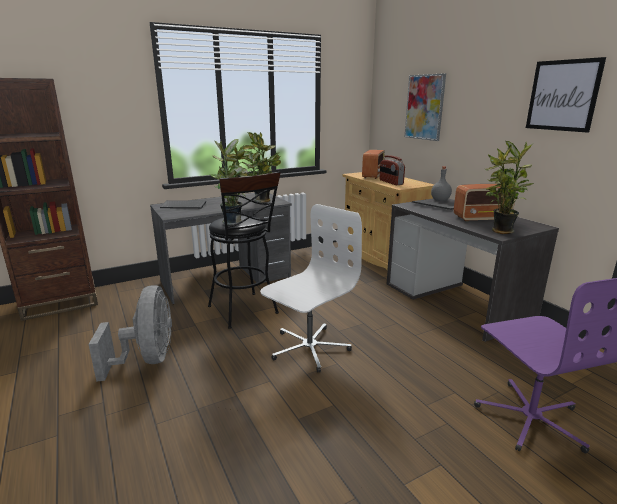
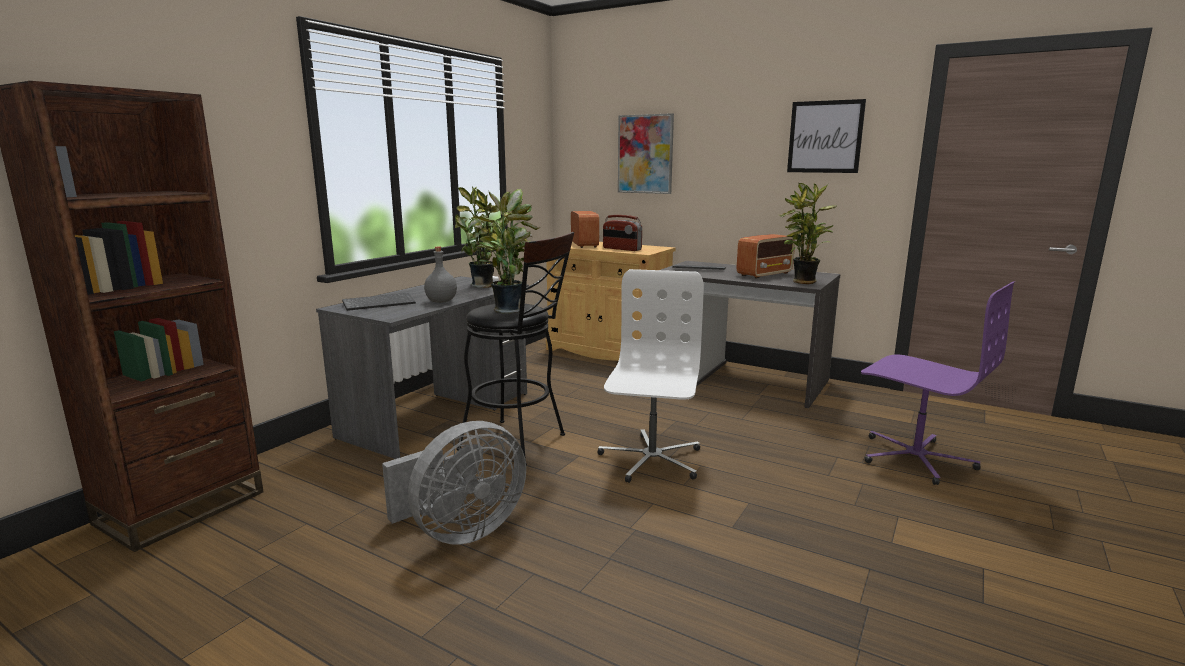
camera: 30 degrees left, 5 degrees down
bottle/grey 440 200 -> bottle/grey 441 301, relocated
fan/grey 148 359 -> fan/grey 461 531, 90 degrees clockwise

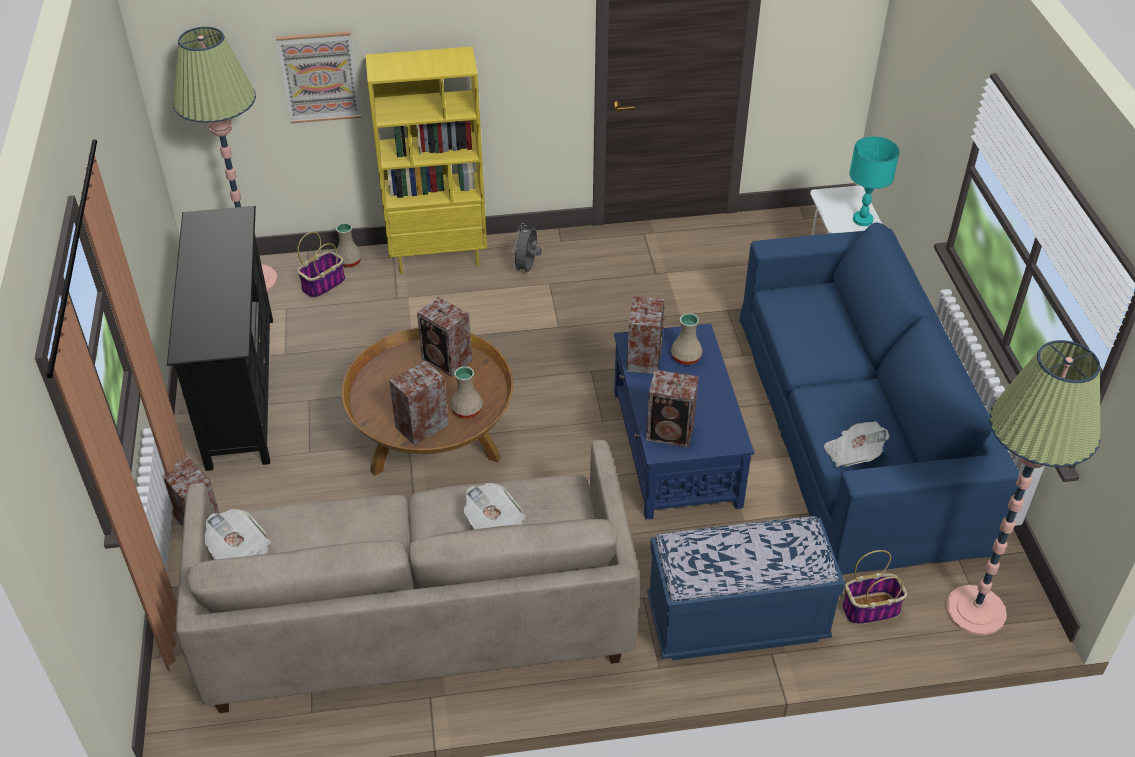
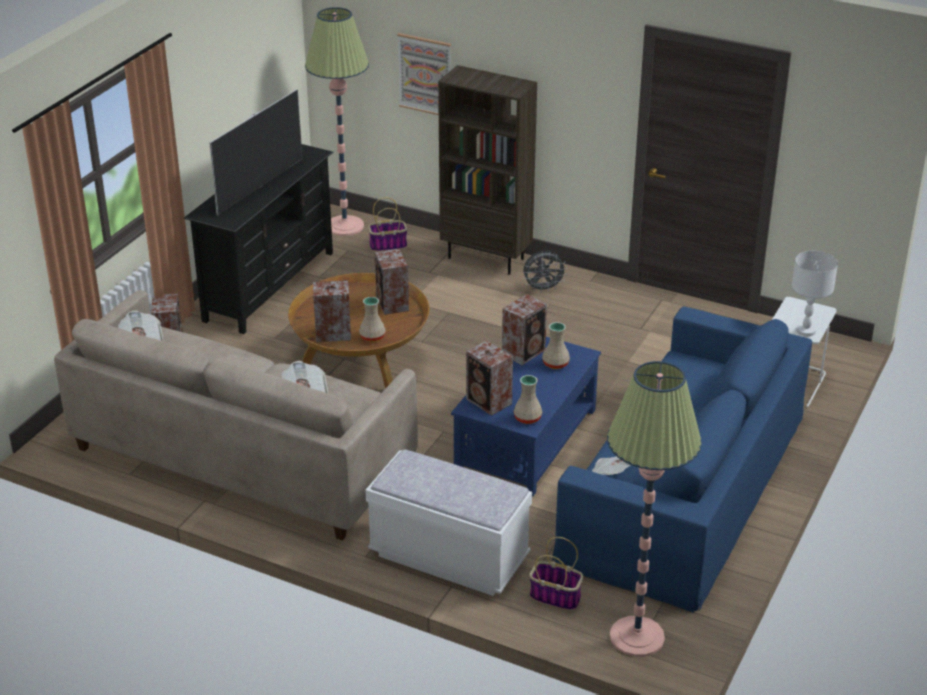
camera: 35 degrees right, 10 degrees down
bookcase/yellow 439 257 -> bookcase/brown 487 258
table lamp/turquoise 863 220 -> table lamp/white 806 331
vase/beige 349 261 -> vase/beige 528 417, relocated
fan/grey 526 269 -> fan/grey 543 289, 150 degrees counterclockwise
bench/blue 737 621 -> bench/white 449 557
none -> television 260 186

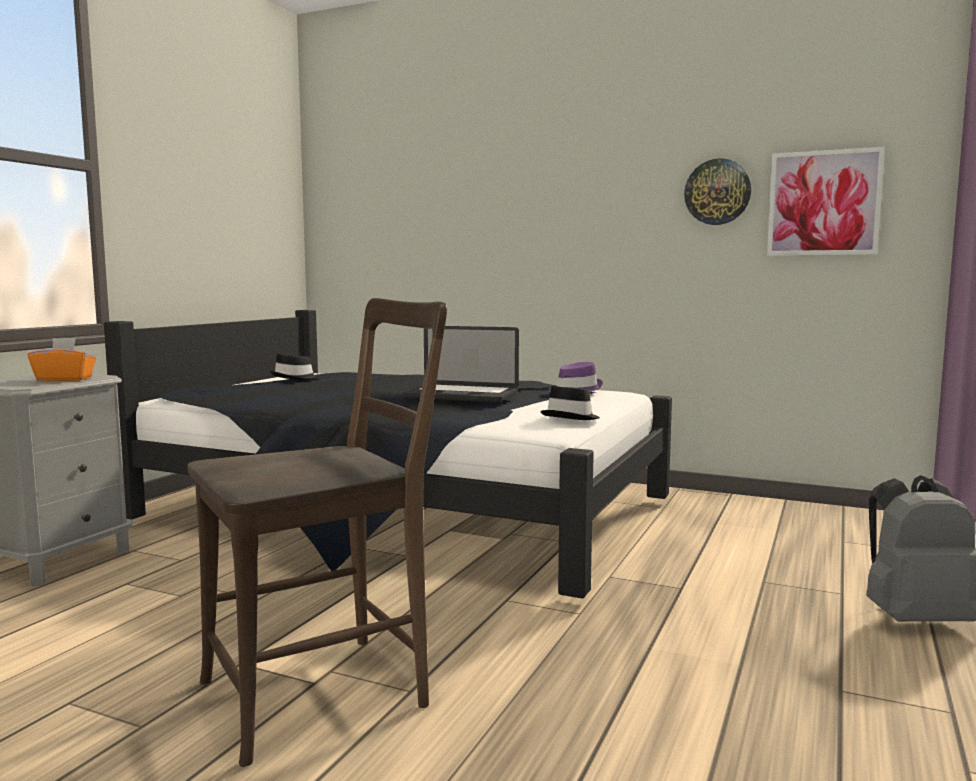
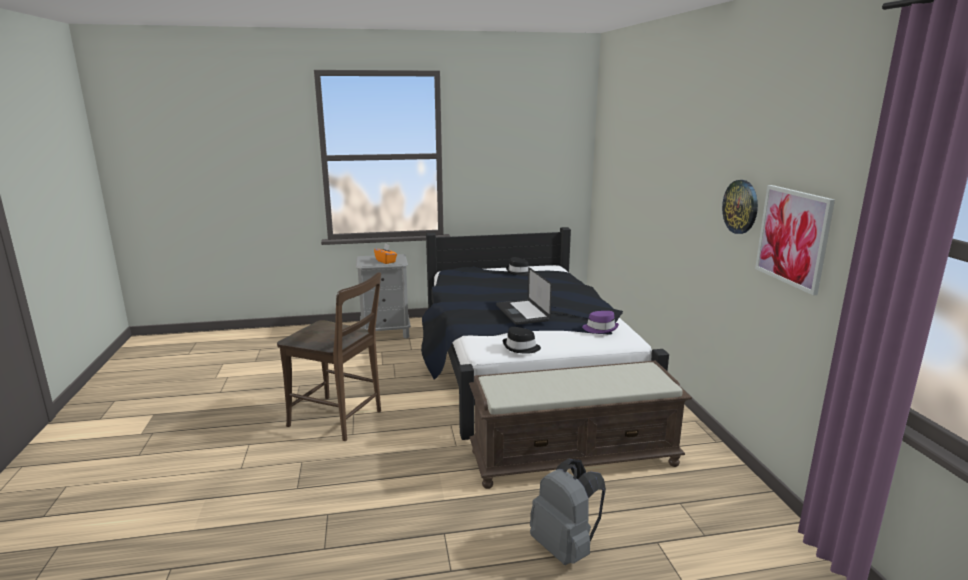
camera: 55 degrees right, 10 degrees up
none -> bench/brown 574 457

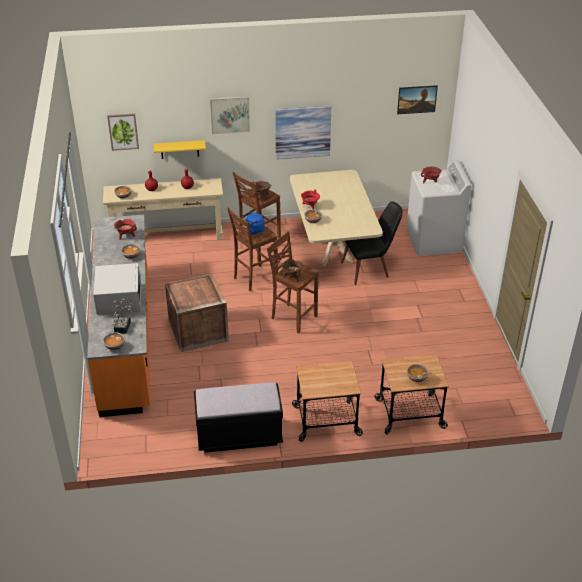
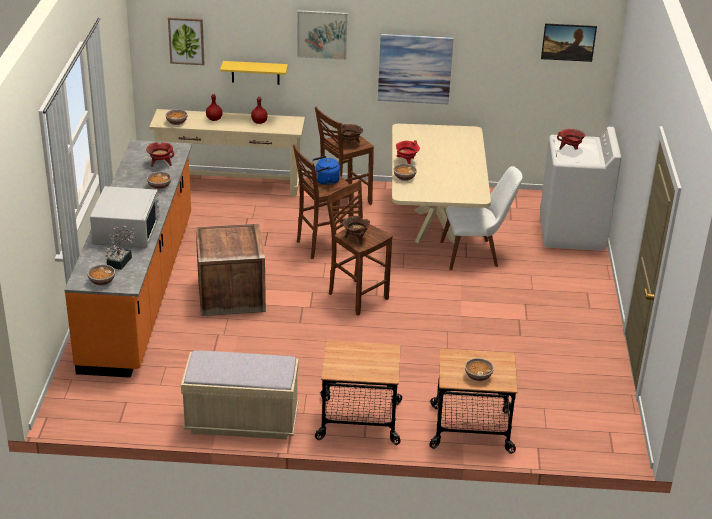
camera: 10 degrees right, 5 degrees down
chair/black 370 268 -> chair/white 477 253
bench/black 239 436 -> bench/beige 242 421

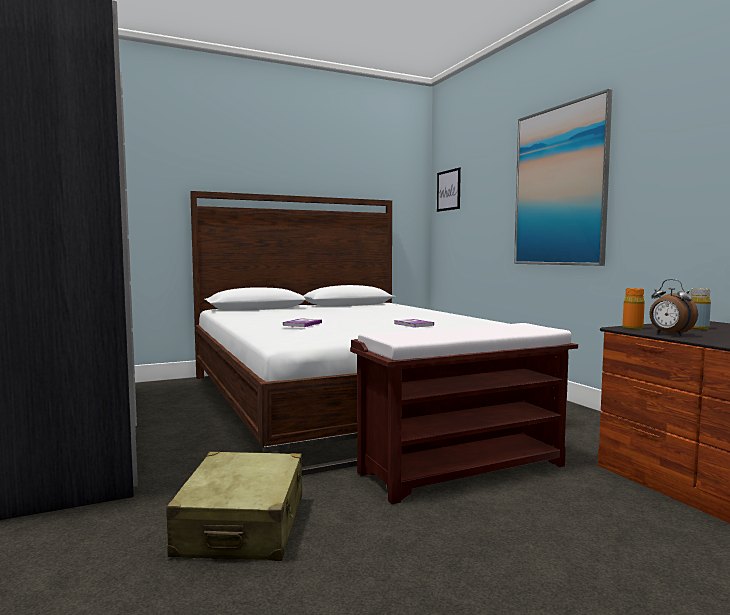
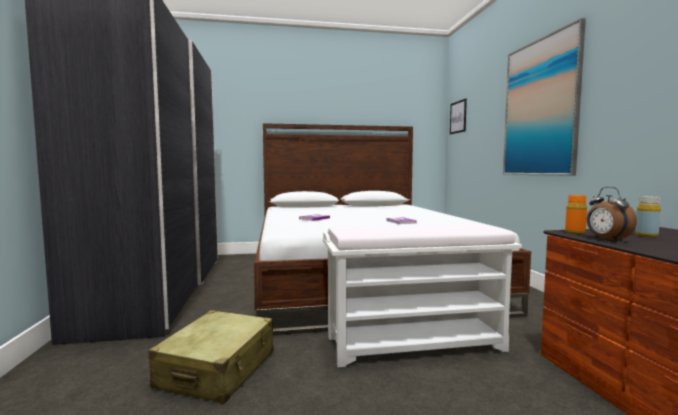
camera: 15 degrees right, 0 degrees up
bench/brown 464 468 -> bench/white 416 343

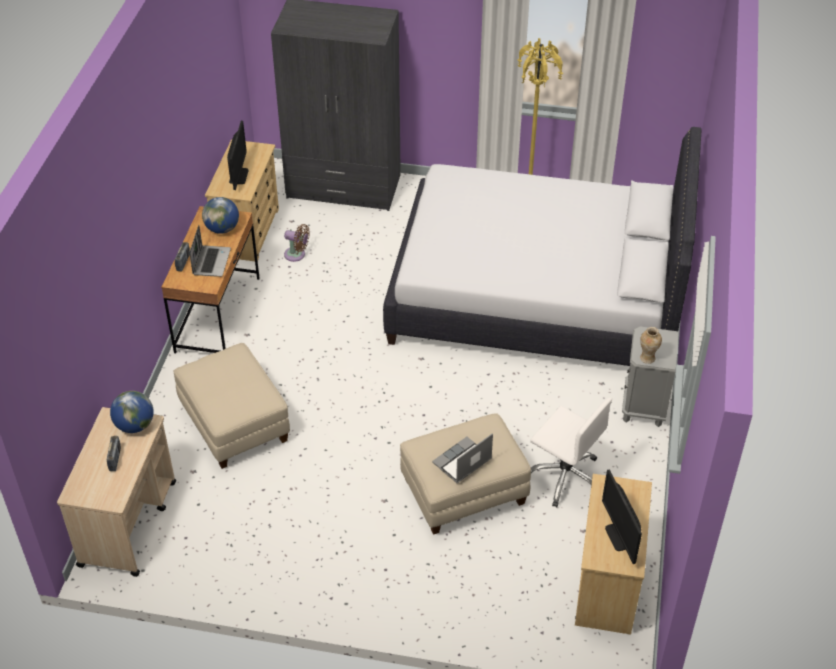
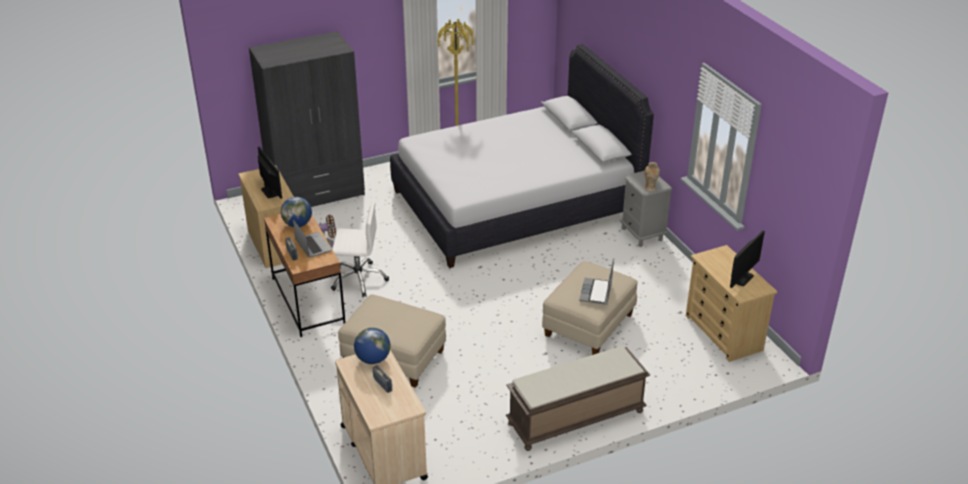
camera: 35 degrees left, 10 degrees down
office chair/white 565 476 -> office chair/white 359 279, relocated
monitor 620 536 -> monitor 742 278, 90 degrees counterclockwise
none -> bench/brown 575 418

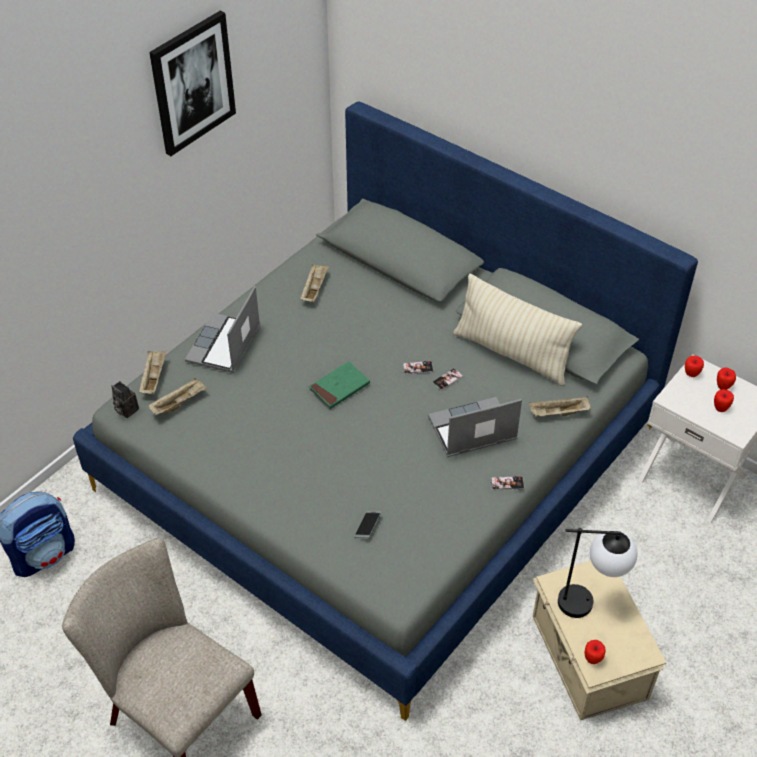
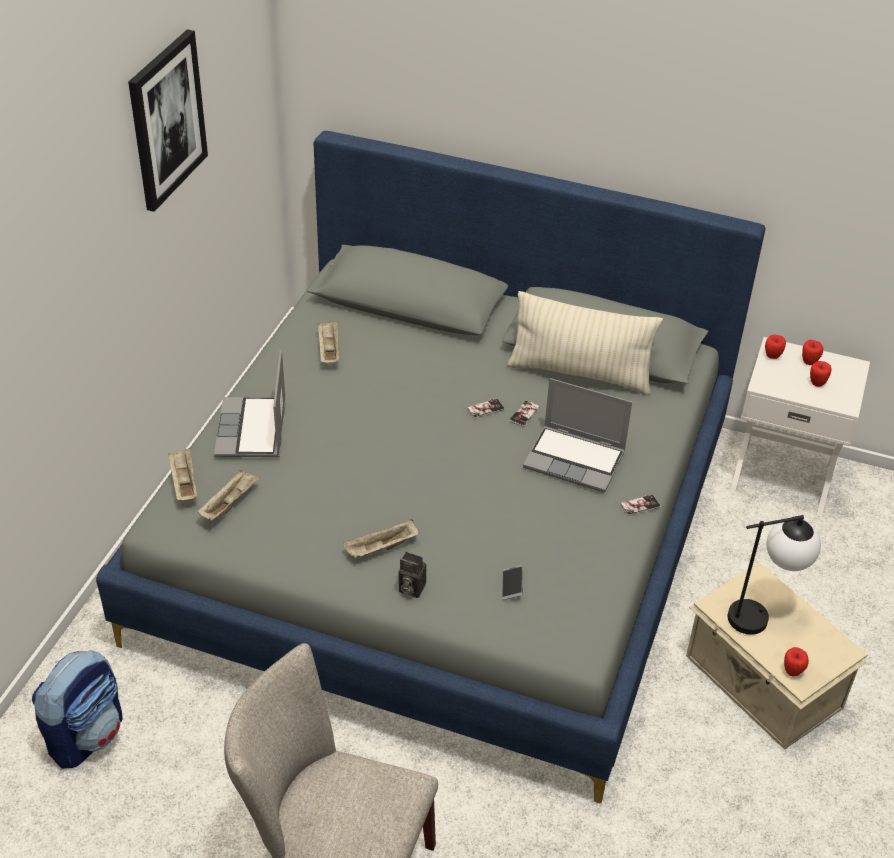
camera: 20 degrees left, 5 degrees down
book/green 339 387 -> none
photo camera 125 410 -> photo camera 410 588, relocated
laptop 471 430 -> laptop 576 460, 120 degrees counterclockwise
tray/beige 558 414 -> tray/beige 381 548, relocated

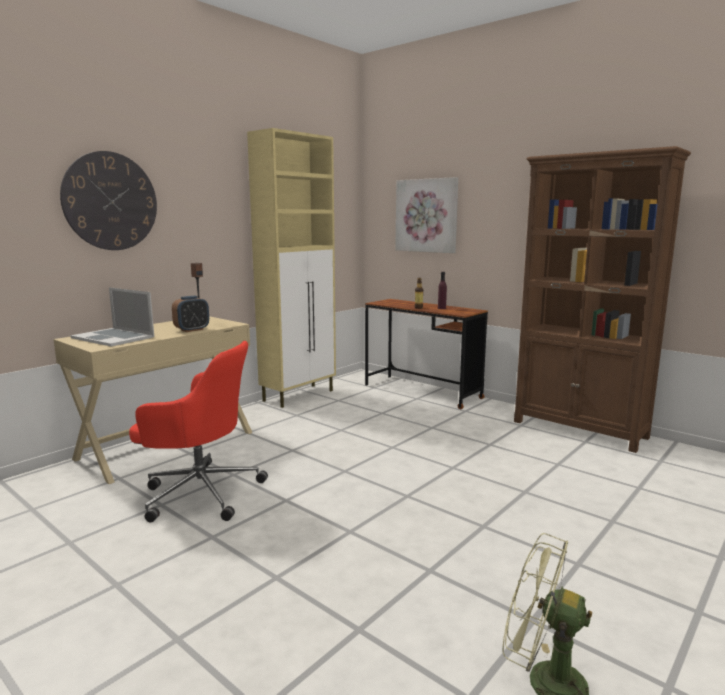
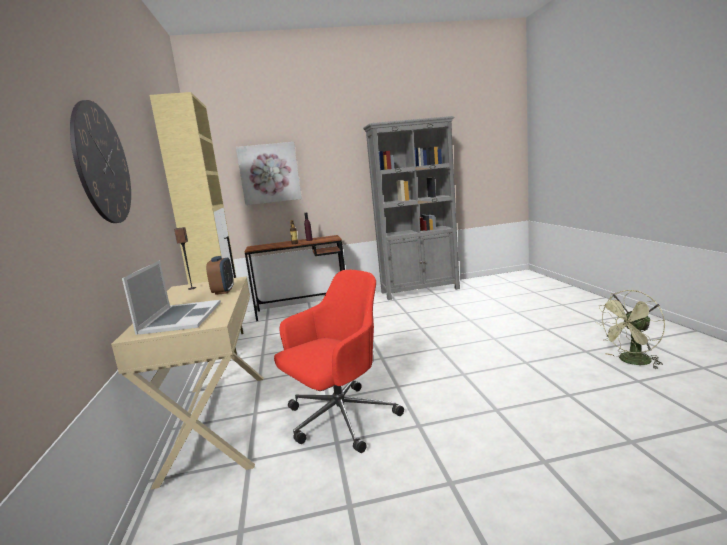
camera: 50 degrees left, 0 degrees up
bookcase/brown 580 429 -> bookcase/grey 420 290
laptop 113 337 -> laptop 181 317, 75 degrees counterclockwise

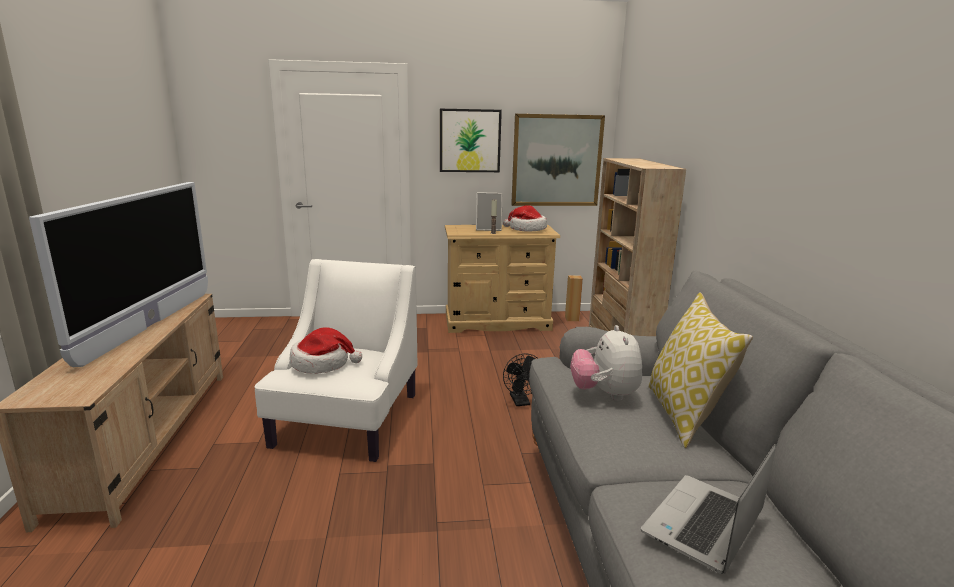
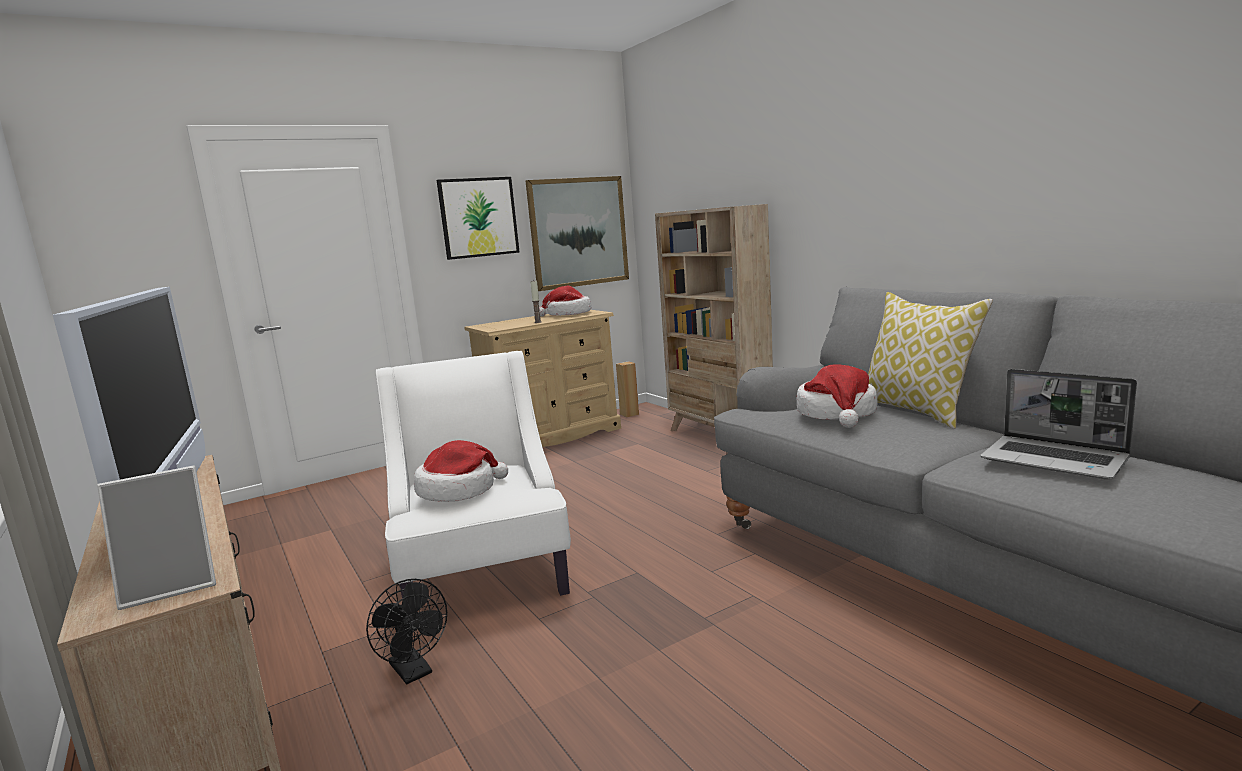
camera: 25 degrees left, 5 degrees down
picture frame 489 229 -> picture frame 173 585, relocated
plush toy 604 394 -> hat 837 413
fan/black 521 402 -> fan/black 414 672, relocated
laptop 704 525 -> laptop 1055 460, 60 degrees counterclockwise

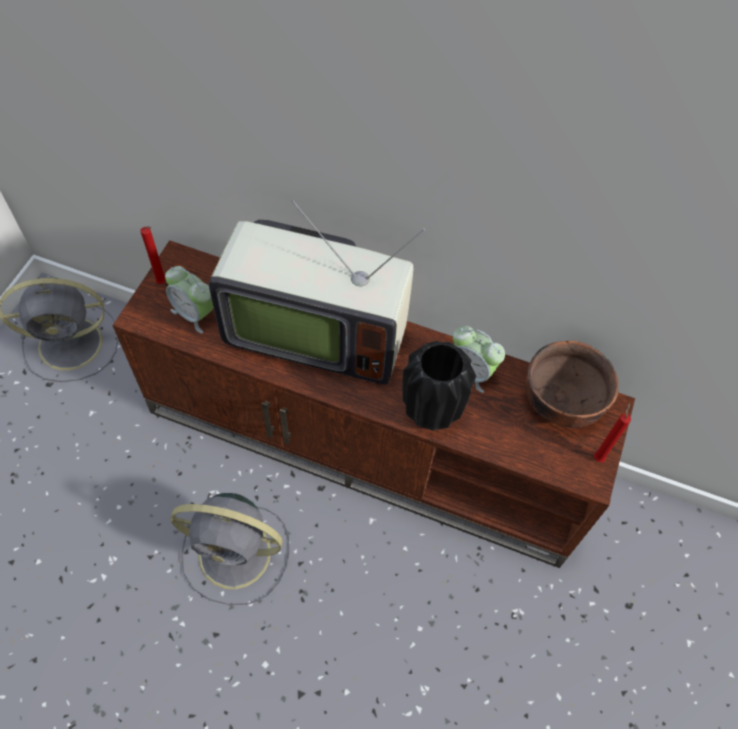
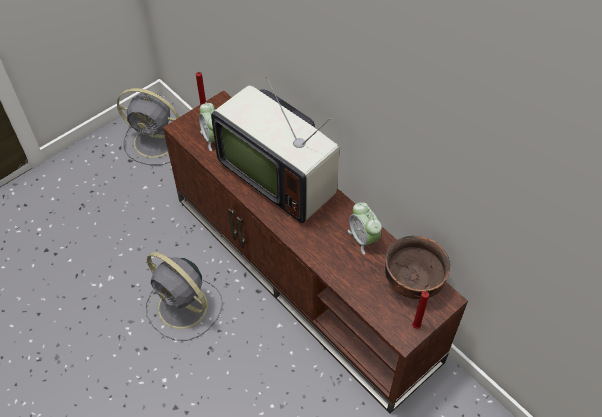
camera: 30 degrees right, 5 degrees down
vase/black 430 410 -> none

